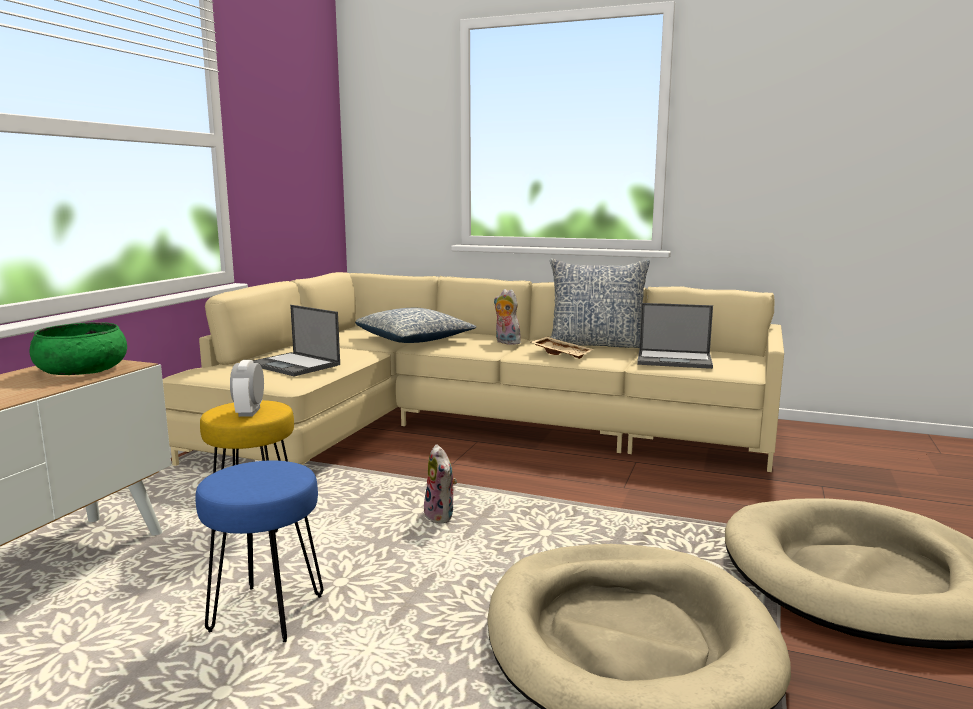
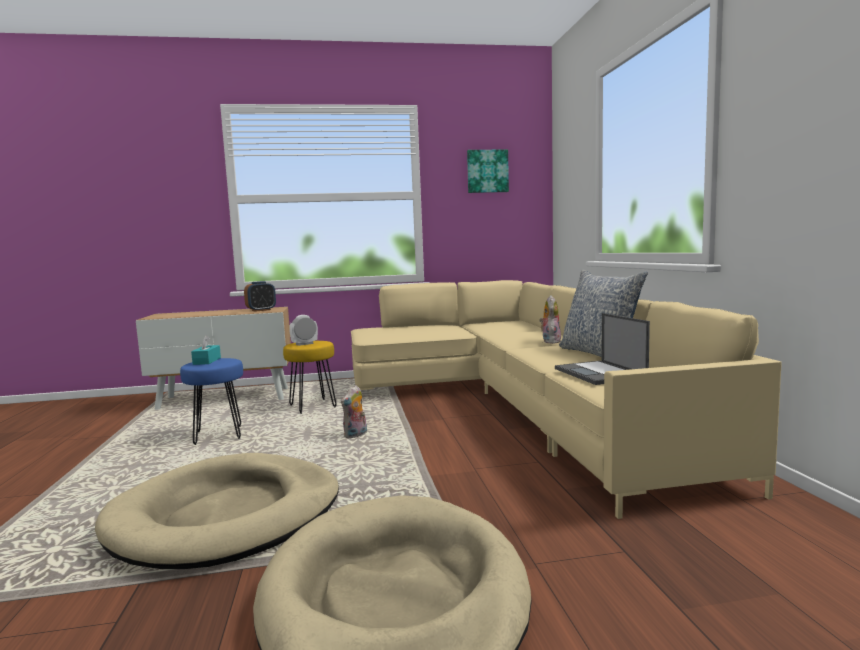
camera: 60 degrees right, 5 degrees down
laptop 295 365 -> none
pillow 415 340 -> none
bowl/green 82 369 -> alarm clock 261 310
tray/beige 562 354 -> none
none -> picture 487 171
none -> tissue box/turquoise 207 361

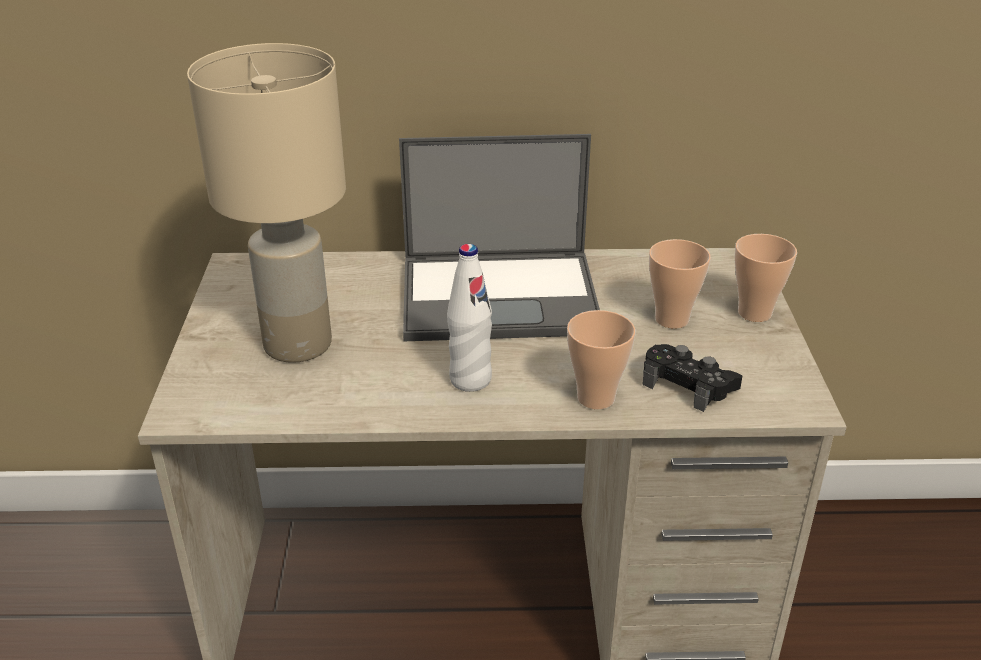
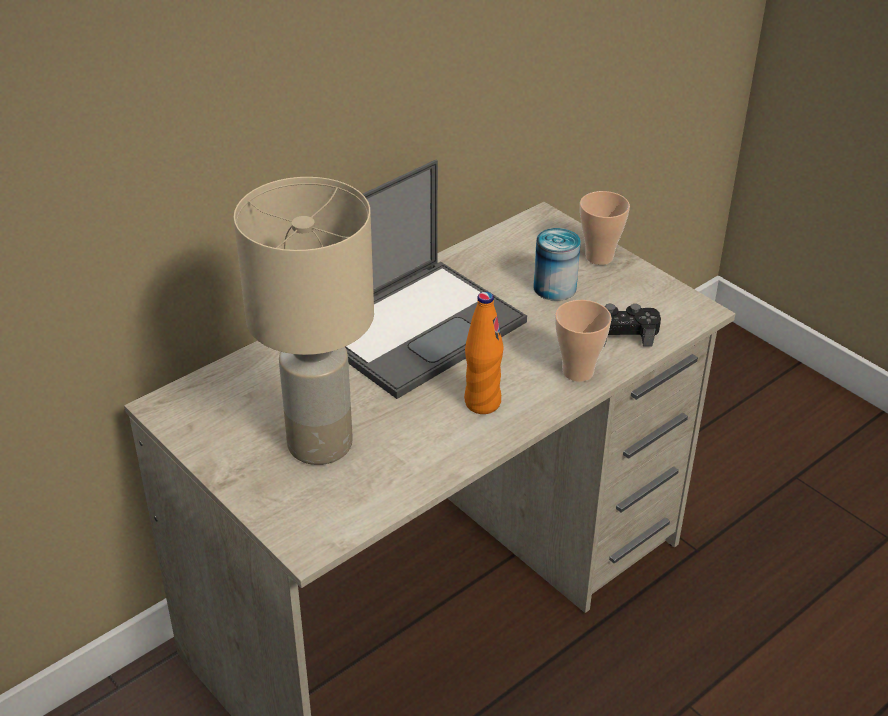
camera: 40 degrees left, 5 degrees up
cup 671 319 -> can 554 287
bottle/white 470 380 -> bottle/orange 482 403

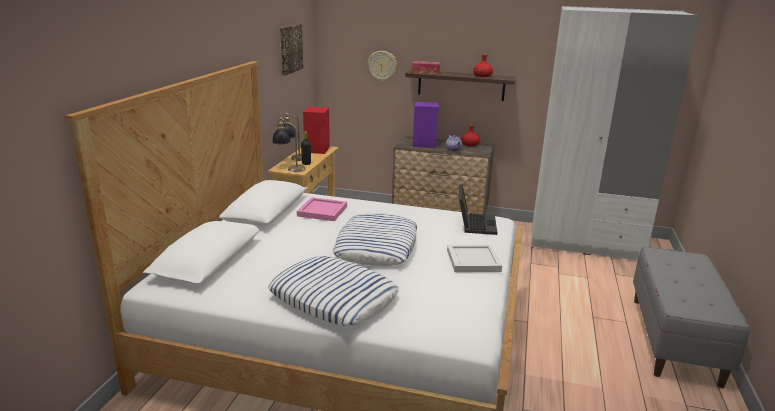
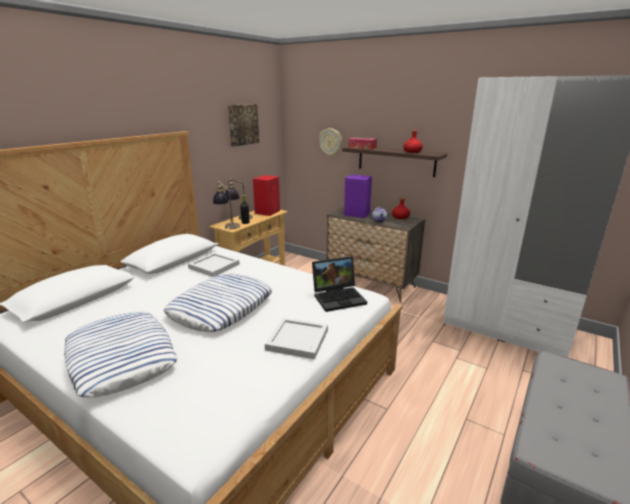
camera: 20 degrees right, 0 degrees up
laptop 474 224 -> laptop 339 297, 45 degrees clockwise
tray/pink 323 211 -> tray/white 215 266

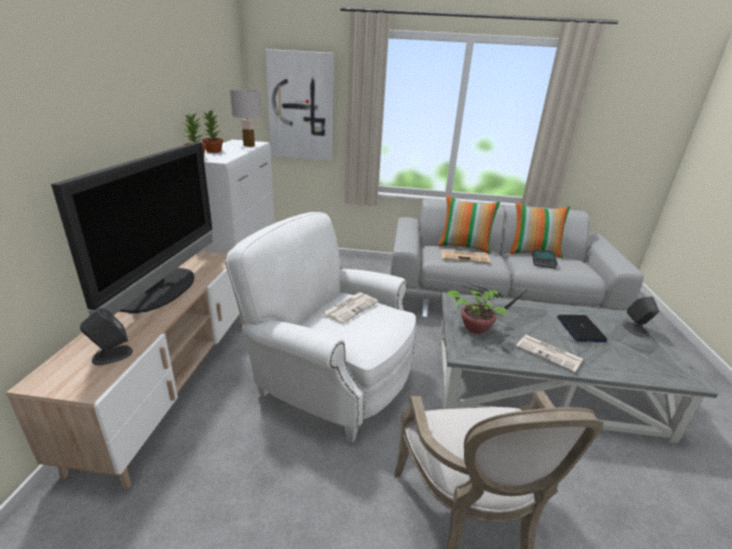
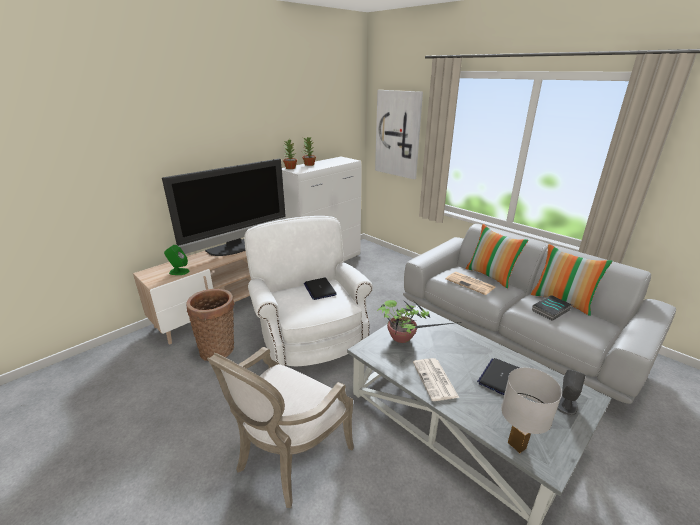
camera: 40 degrees right, 0 degrees up
table lamp/white 249 145 -> table lamp/white 517 445, relocated
newspaper 350 307 -> laptop 319 289
speaker/grey 111 355 -> speaker/green 179 271
none -> basket 219 349

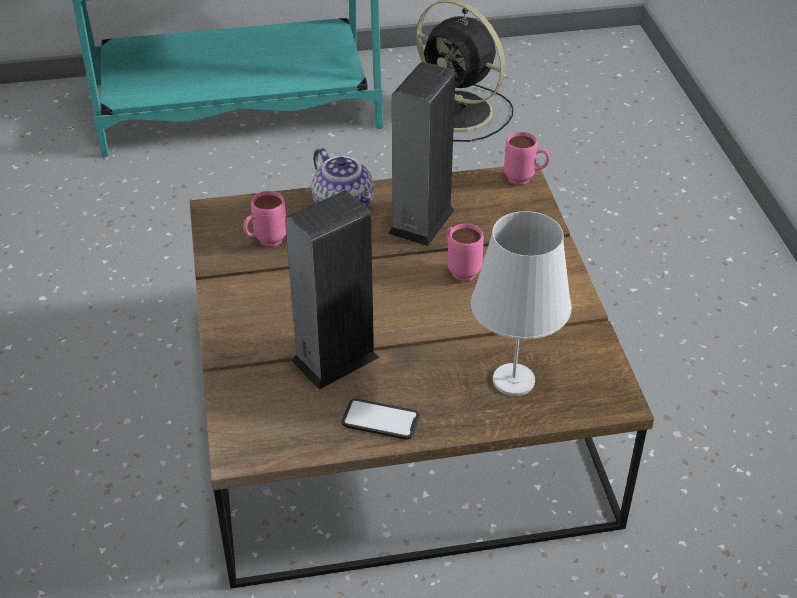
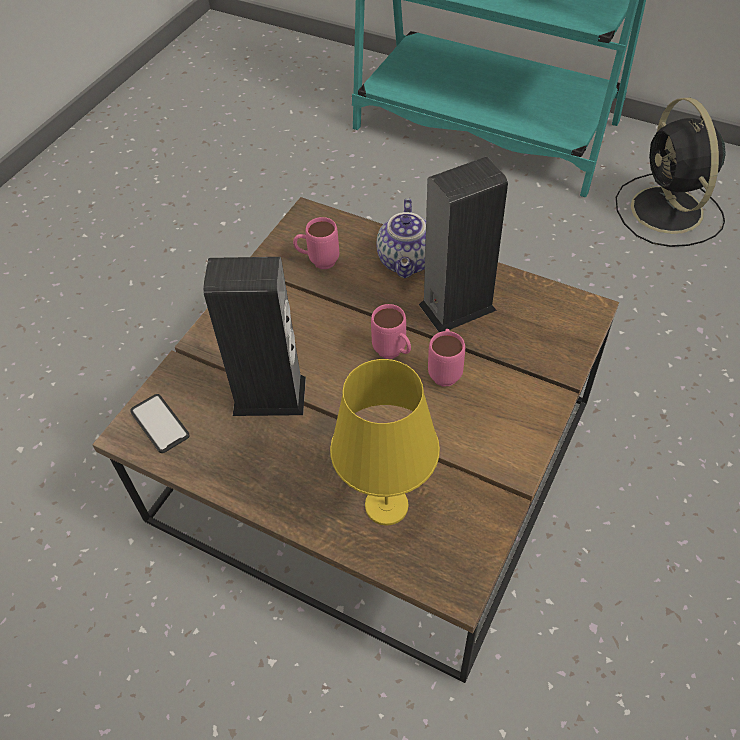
camera: 40 degrees right, 10 degrees up
mug/pink 525 179 -> mug/pink 393 354, relocated
table lamp/white 514 380 -> table lamp/yellow 387 506
phone 380 420 -> phone 160 424, relocated

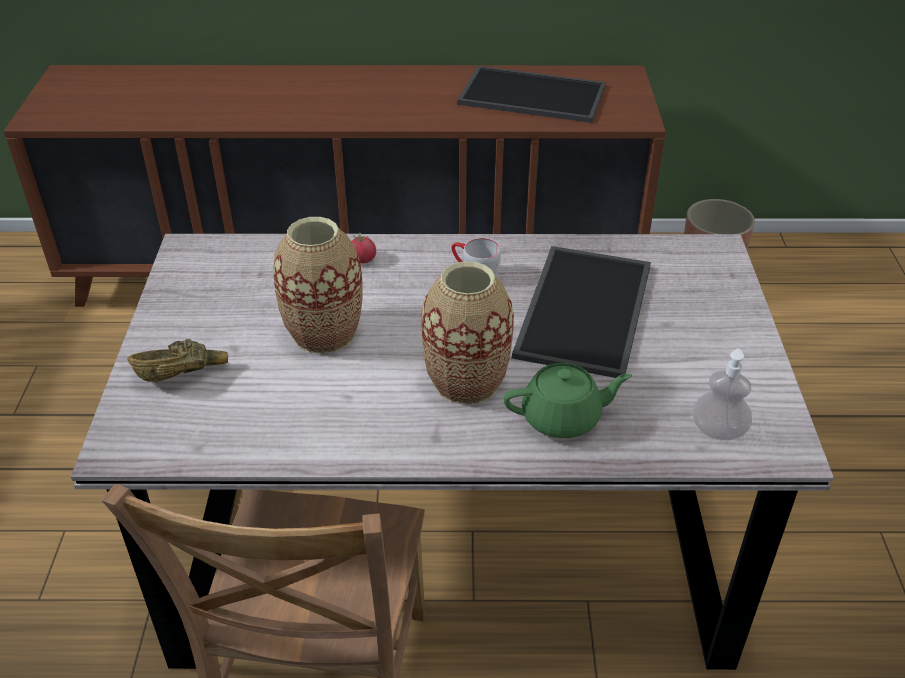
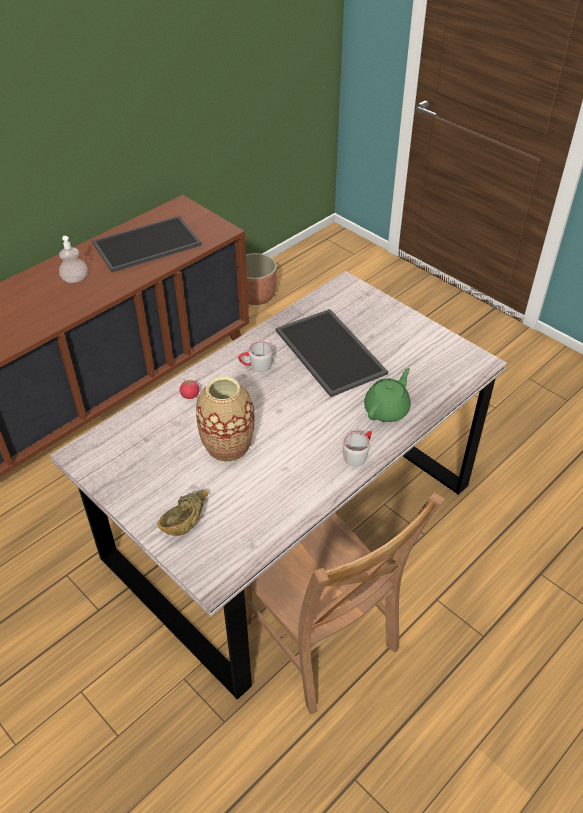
camera: 45 degrees left, 5 degrees up
vase 466 381 -> none
soap dispenser 718 430 -> soap dispenser 75 279, relocated
none -> mug/grey 358 454

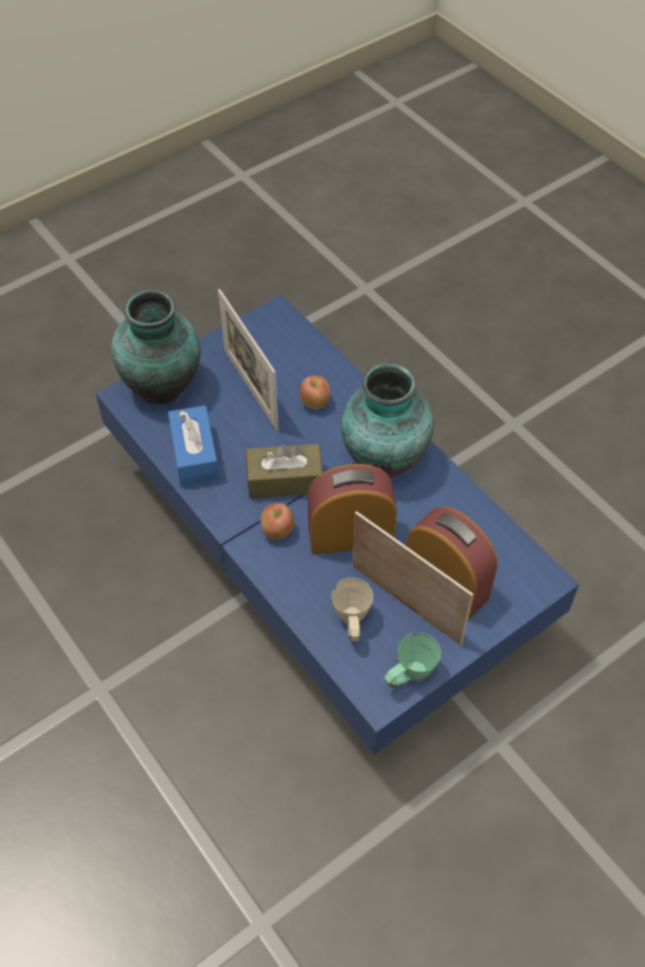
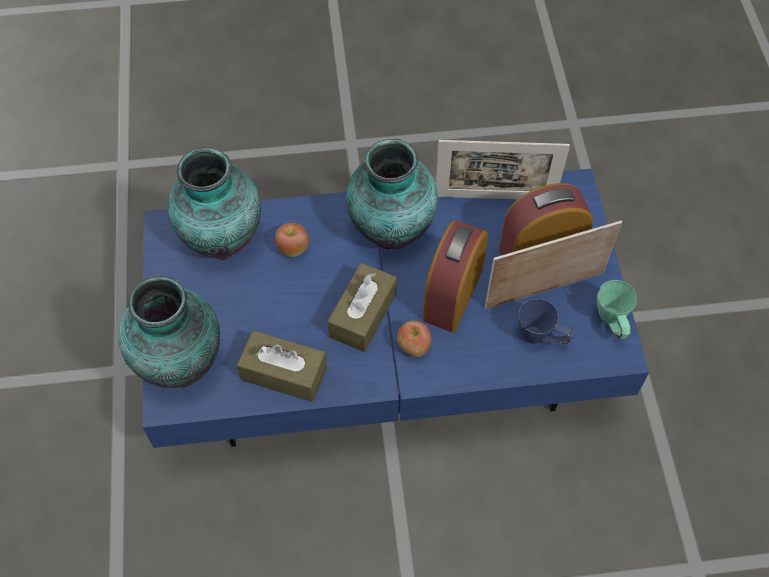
camera: 60 degrees left, 5 degrees up
picture frame 250 389 -> picture frame 494 198, relocated
tissue box/blue 195 455 -> tissue box/brown 284 373
mug/beige 352 625 -> mug/blue 542 338
none -> vase 220 239

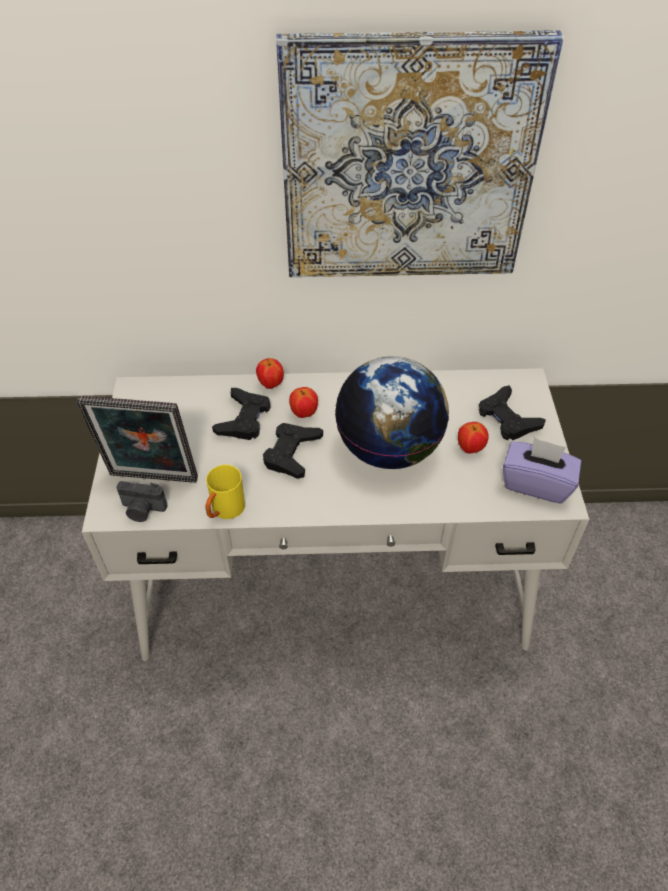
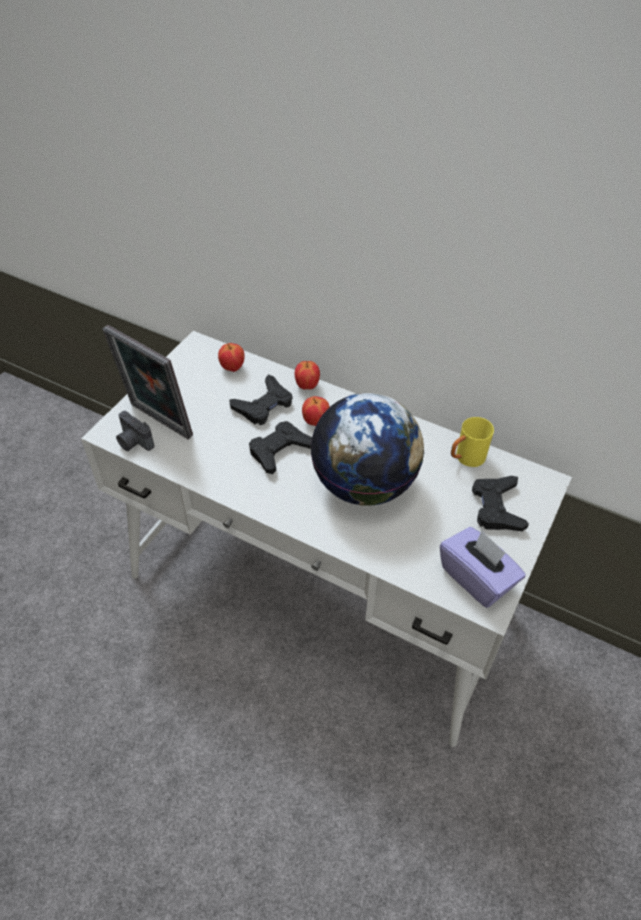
camera: 30 degrees right, 0 degrees up
picture 408 164 -> none
apple 470 448 -> apple 232 368, relocated
mug/yellow 224 511 -> mug/yellow 465 459, relocated

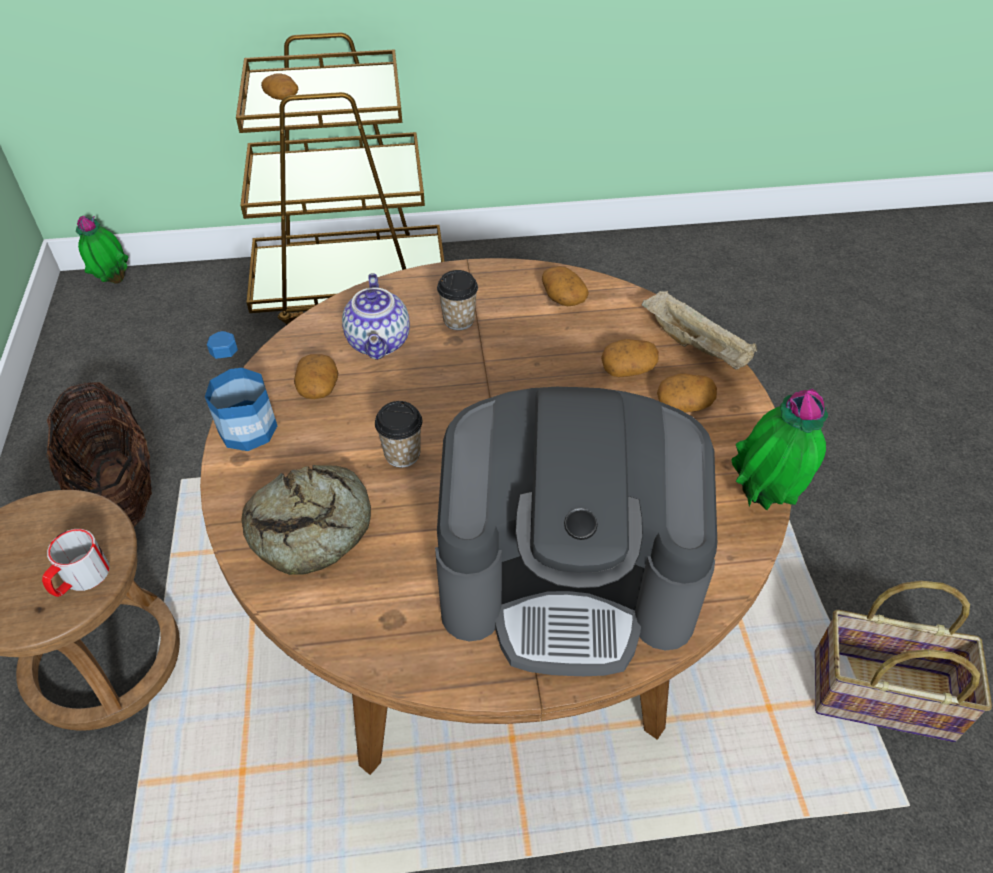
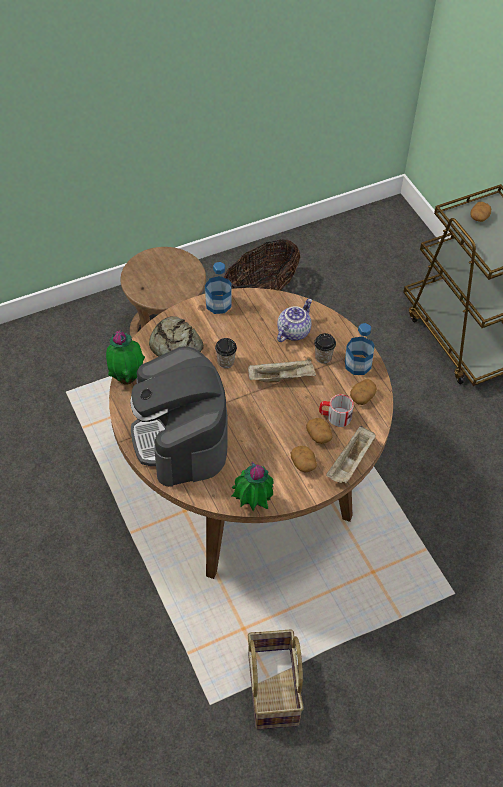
camera: 70 degrees right, 5 degrees up
potted plant 113 280 -> potted plant 127 378, relocated
teapot 380 342 -> teapot 293 331, 150 degrees clockwise
potato 318 388 -> none
mug 80 578 -> mug 334 416, relocated
none -> bottle 358 364
none -> tray/beige 282 377

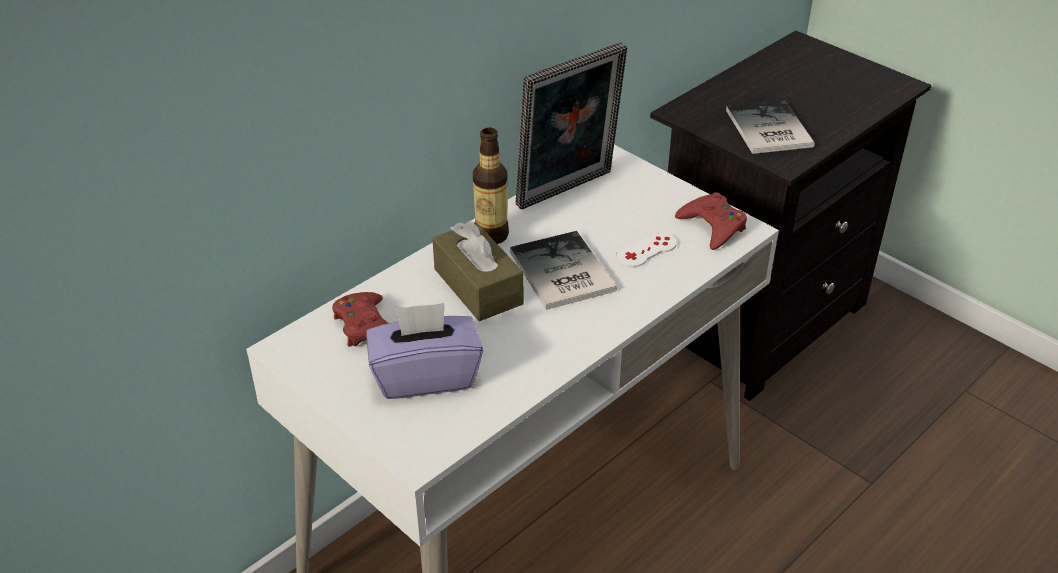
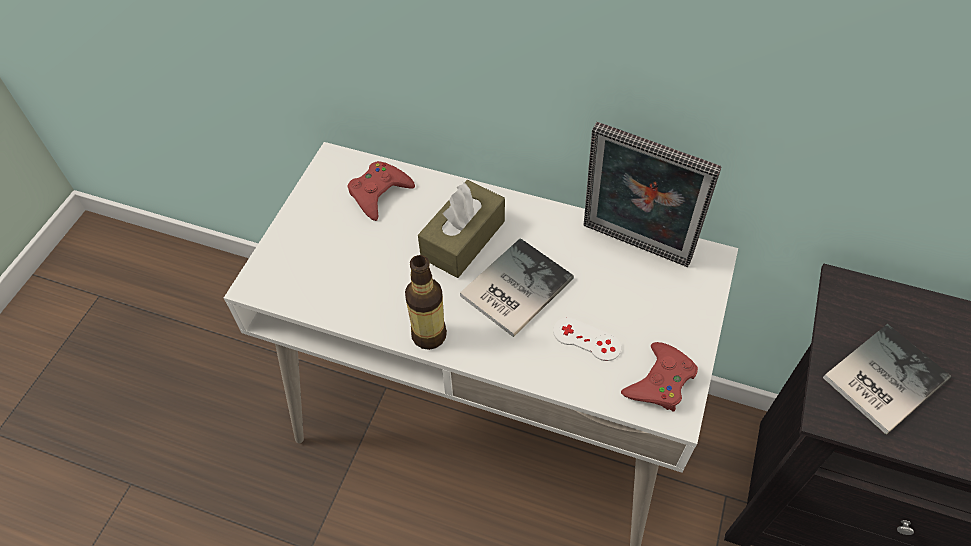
camera: 65 degrees right, 15 degrees up
bottle 491 235 -> bottle 429 335, relocated
tissue box/purple 425 376 -> none

